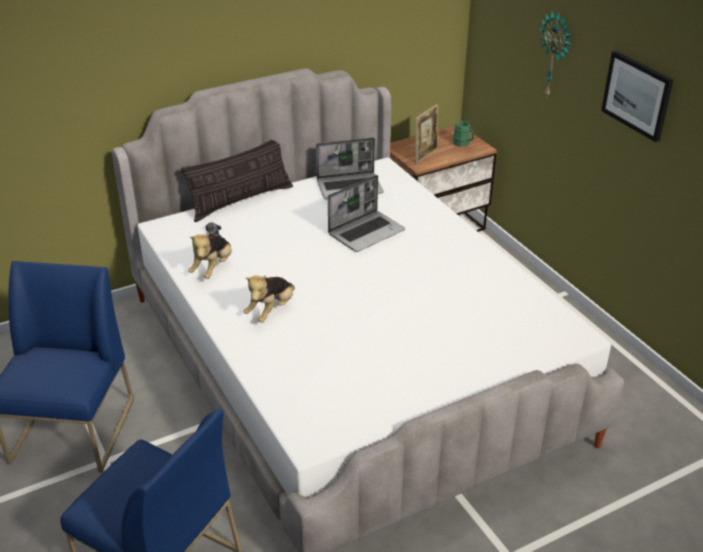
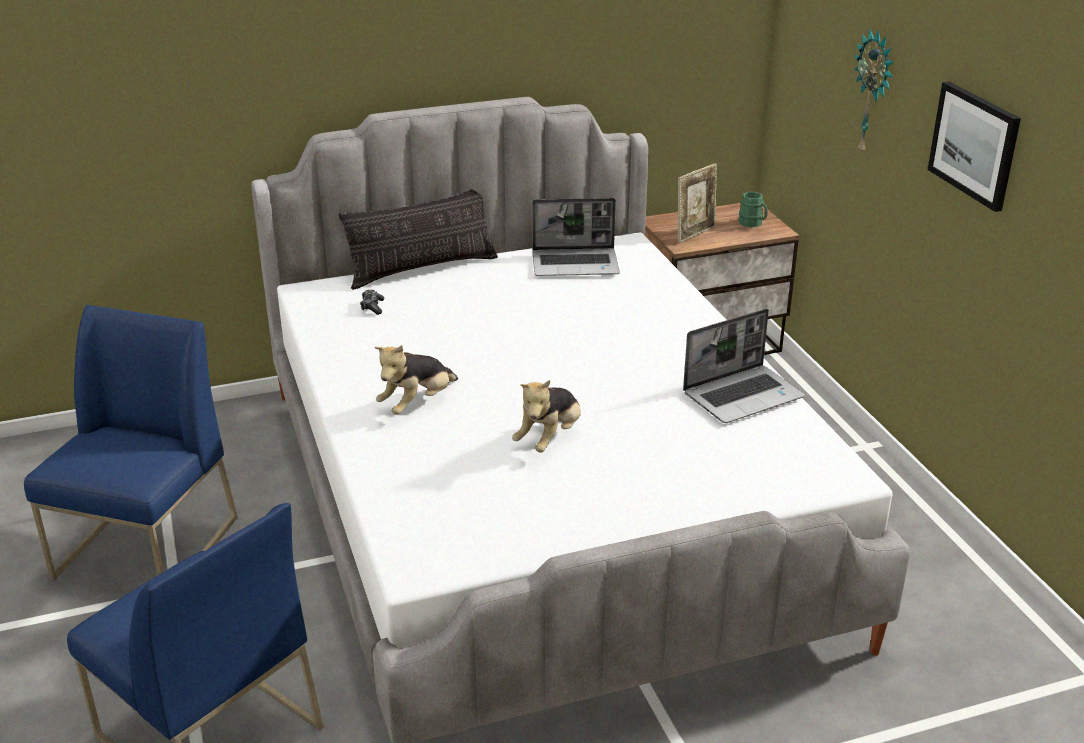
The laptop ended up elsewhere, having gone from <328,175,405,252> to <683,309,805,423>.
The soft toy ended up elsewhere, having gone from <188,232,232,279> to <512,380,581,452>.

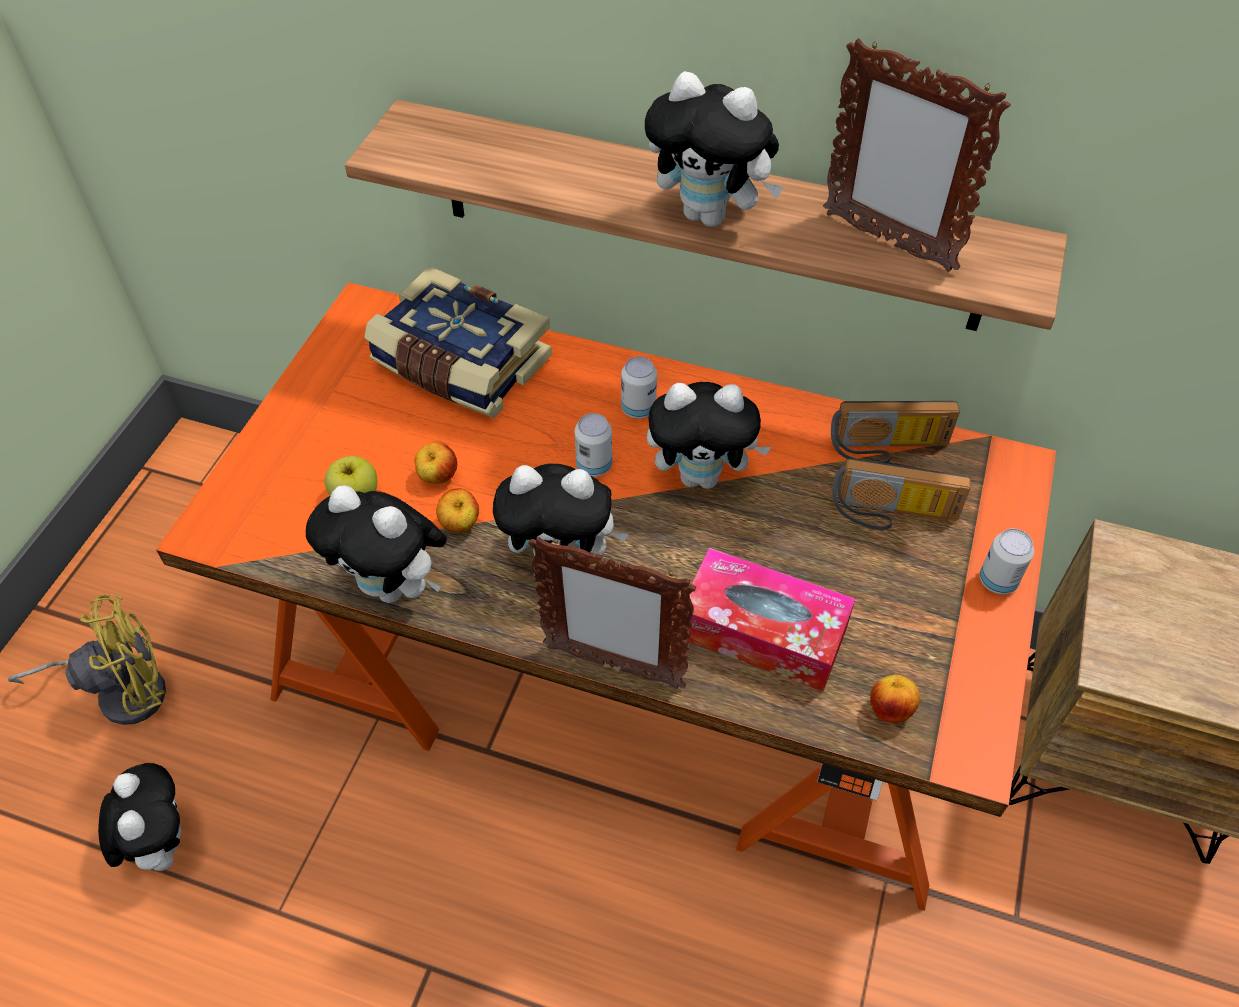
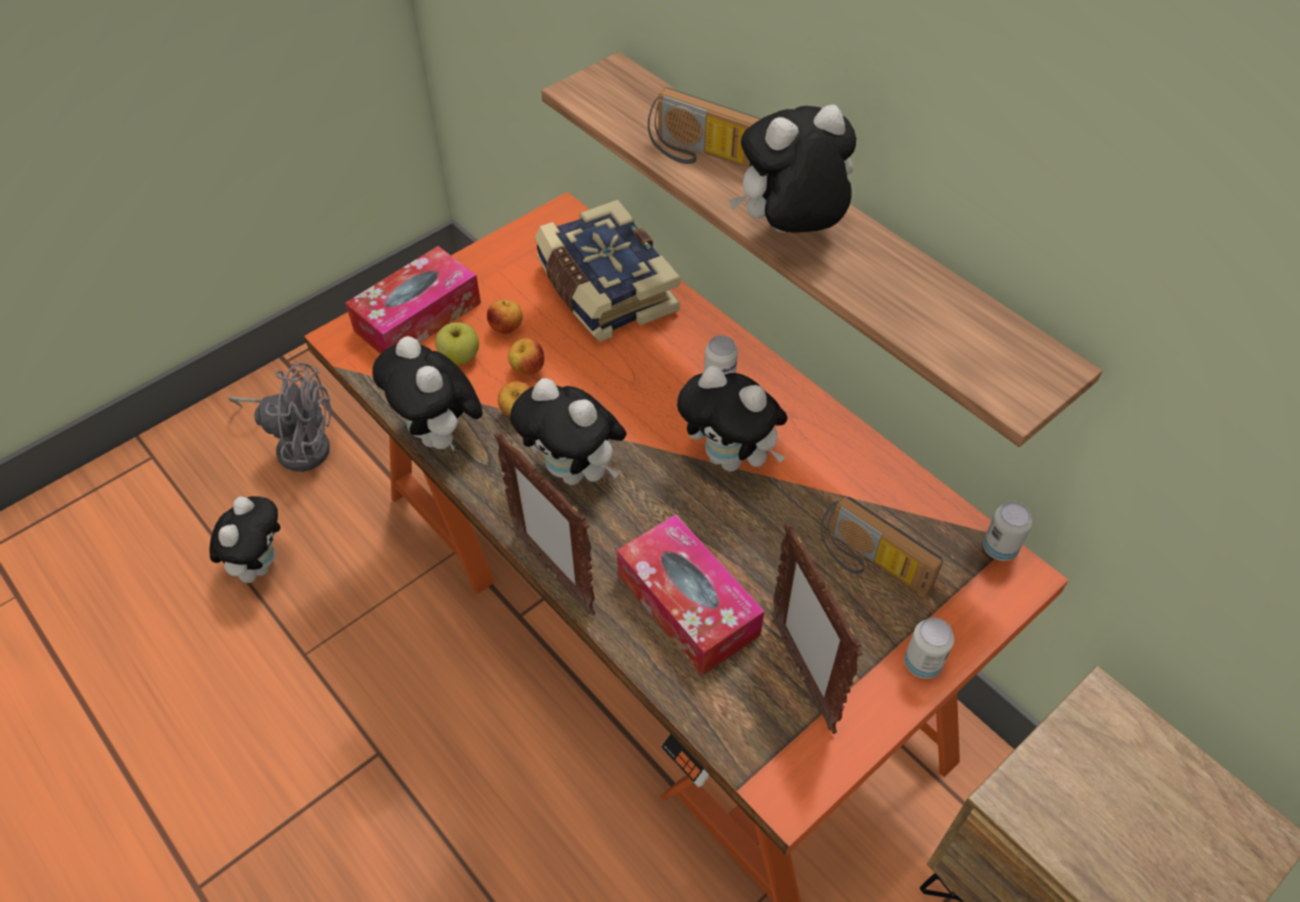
The standing frame ended up elsewhere, having gone from <823,38,1011,272> to <771,523,863,734>.
The soft toy at <645,71,784,227> ended up facing another way, 105 degrees clockwise from before.
The radio ended up elsewhere, having gone from <831,401,960,463> to <648,87,761,169>.
The can ended up elsewhere, having gone from <575,413,612,477> to <983,501,1032,561>.
What was the yellow electric fan at <8,594,166,725> turned into the greyish electric fan at <228,363,332,472>.
The apple fruit ended up elsewhere, having gone from <870,674,920,723> to <487,300,522,334>.
The second view gained the tissue box at <345,246,481,354>.

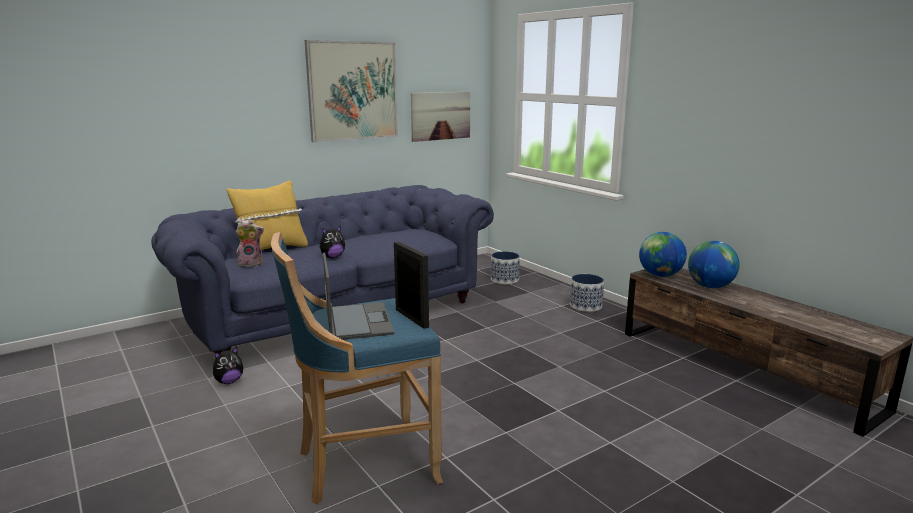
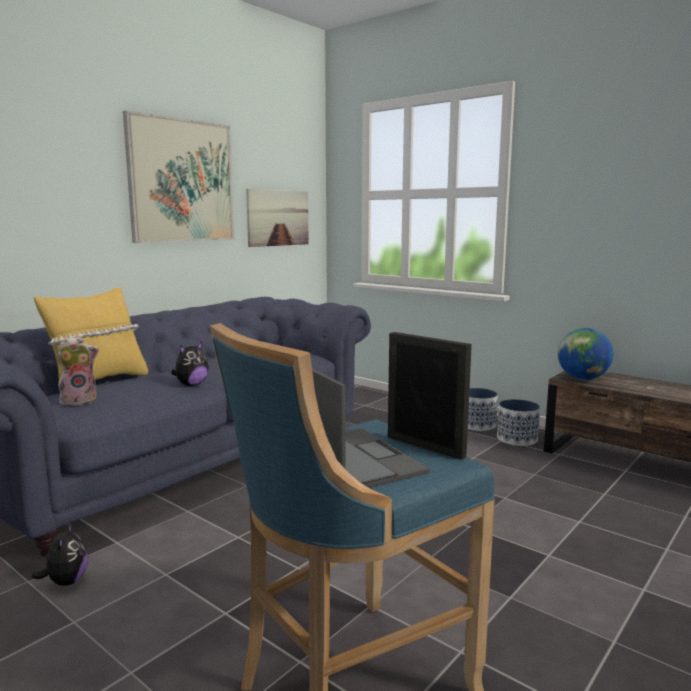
The second view lost the world globe at <688,241,740,288>.
The planter ended up elsewhere, having gone from <491,251,520,284> to <497,399,540,446>.
The soft toy at <213,347,243,384> ended up facing another way, 45 degrees counterclockwise from before.

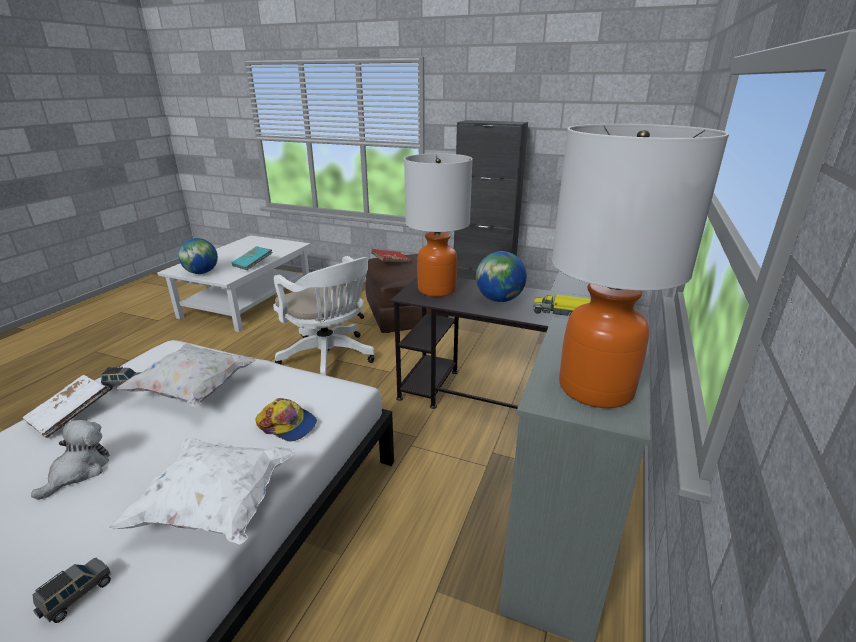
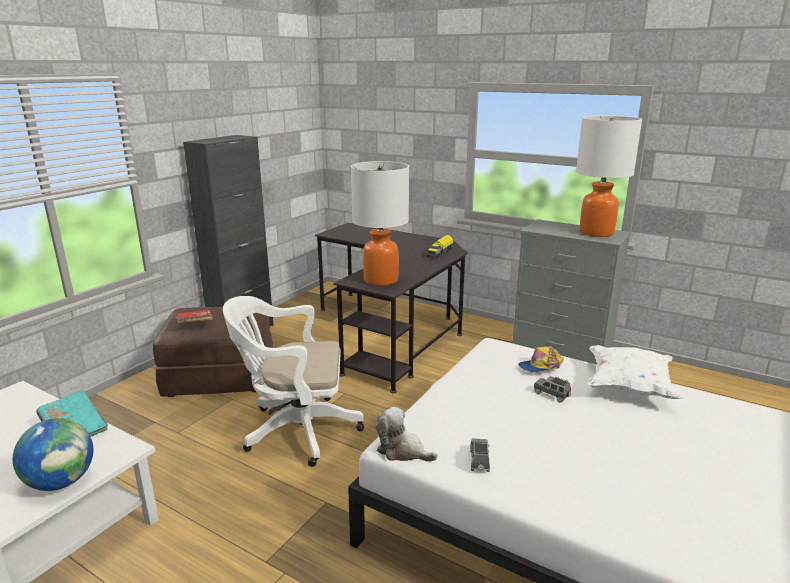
The second view lost the world globe at <476,251,527,302>.
The whitish desk chair at <273,256,375,375> ended up facing another way, 150 degrees counterclockwise from before.
The second view lost the whitish pillow at <116,343,256,407>.
The second view lost the whitish book at <23,375,109,438>.
The cap at <255,398,317,442> ended up facing another way, 150 degrees counterclockwise from before.
The soft toy ended up elsewhere, having gone from <31,420,109,500> to <375,407,438,462>.
The greyish model car ended up elsewhere, having gone from <33,558,111,623> to <534,376,571,402>.

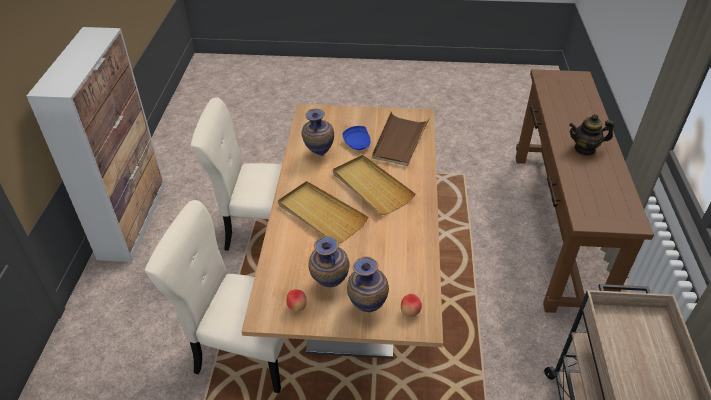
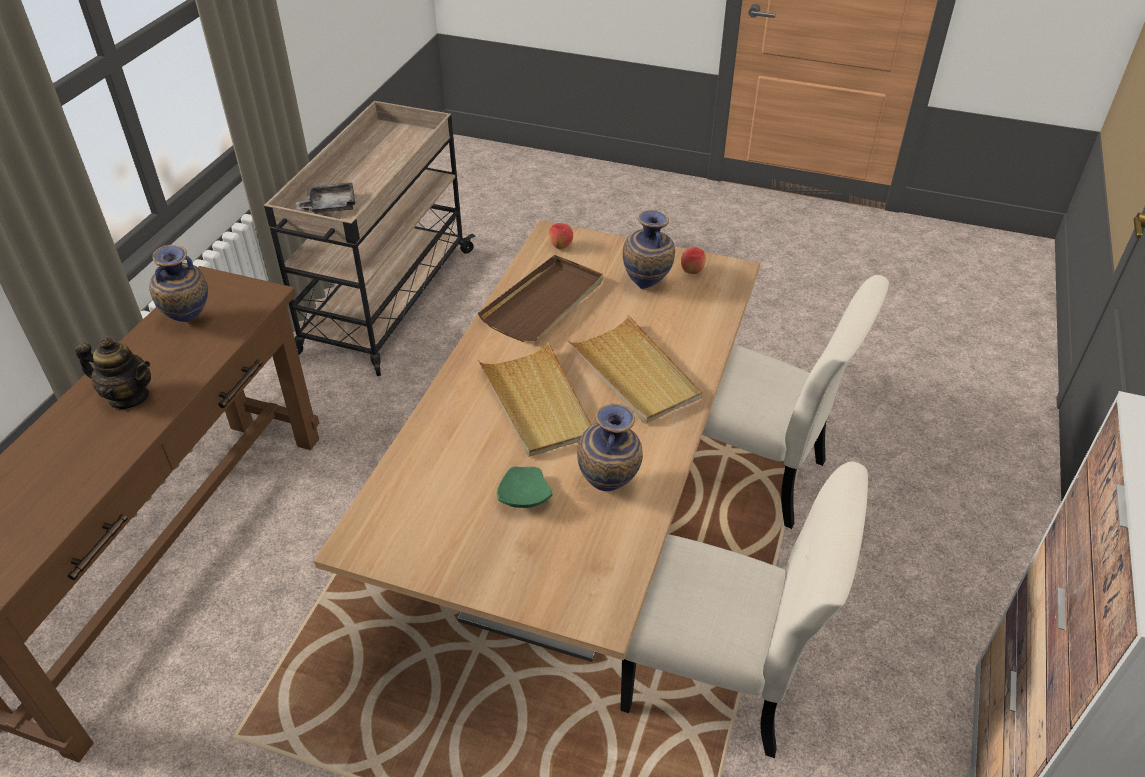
The brown carrying tray ended up elsewhere, having gone from <372,112,429,166> to <478,255,603,343>.
What was the blue-coloured plate at <342,126,371,150> turned into the green plate at <497,466,553,508>.
The decorative vase ended up elsewhere, having gone from <347,256,389,312> to <149,245,208,322>.
The second view gained the greyish carrying tray at <296,182,355,214>.

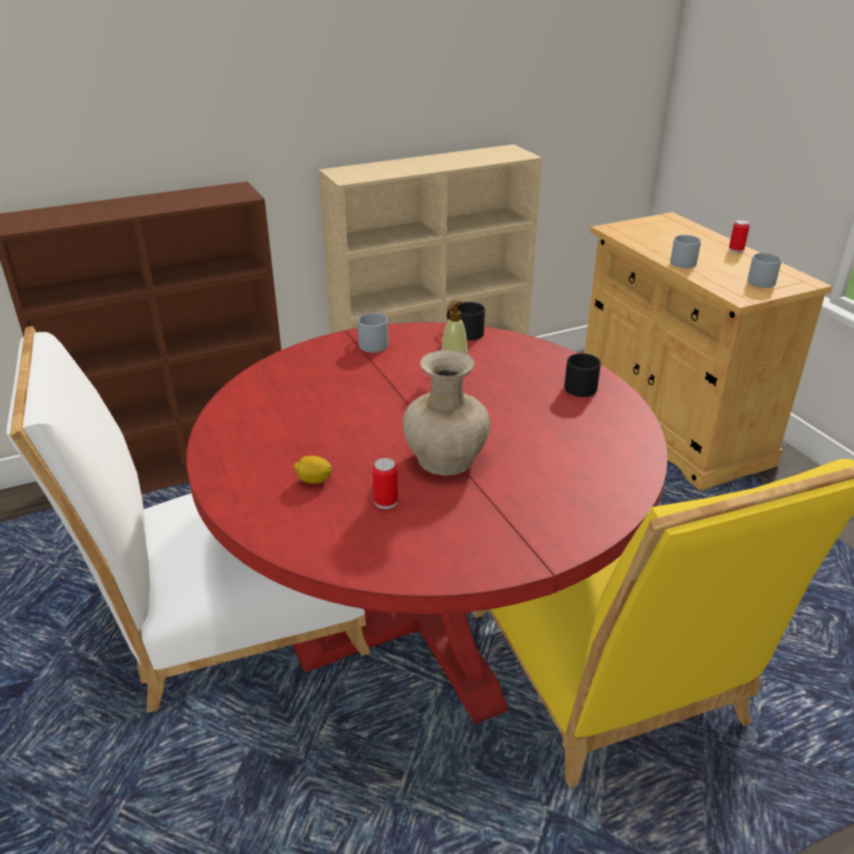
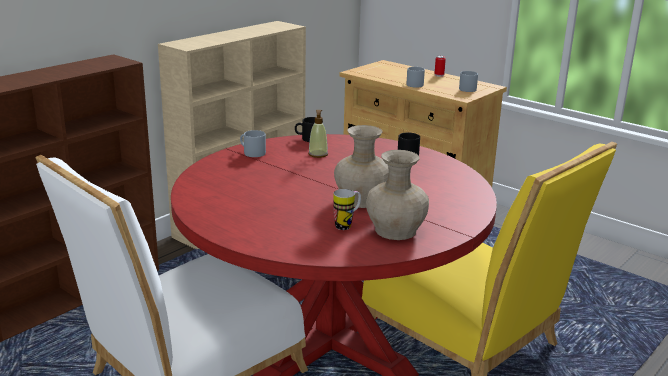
The second view lost the lemon at <294,456,332,483>.
Where the can stood at <372,458,398,509>, the tea mug came to stand at <333,189,361,230>.
The second view gained the beige decorative vase at <366,150,429,240>.

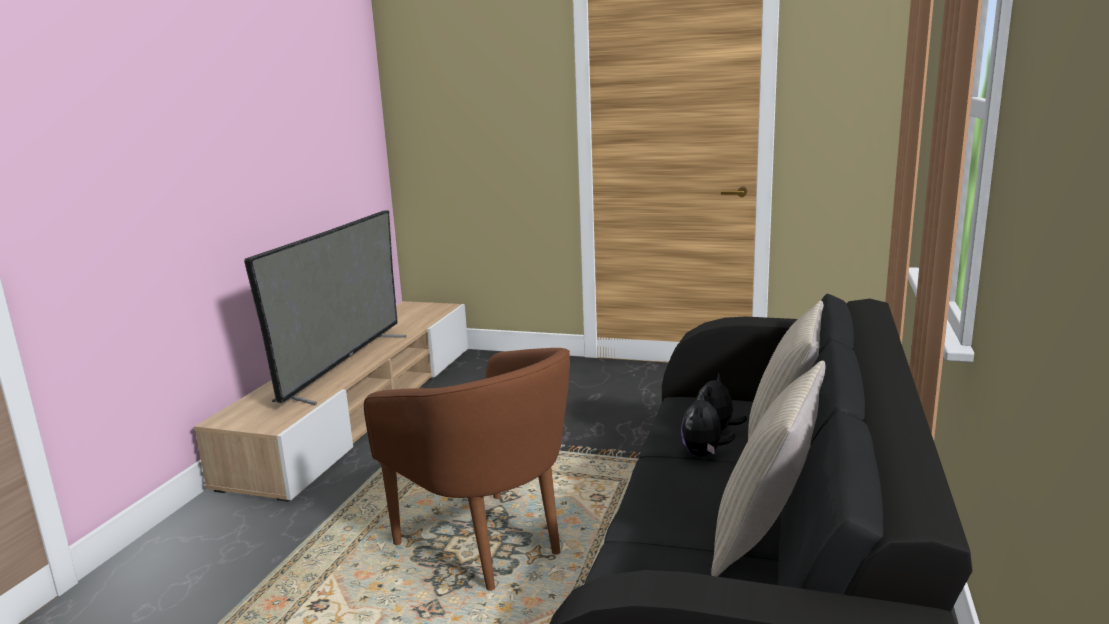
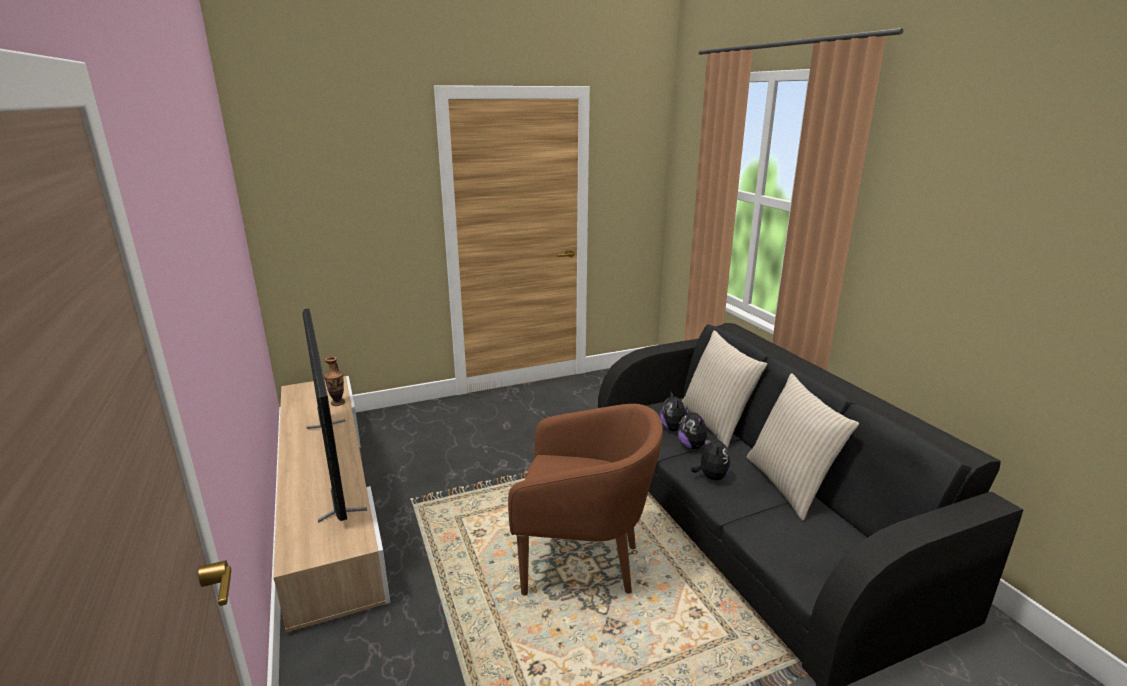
The second view gained the decorative vase at <324,357,345,406>.
The second view gained the soft toy at <691,433,730,480>.

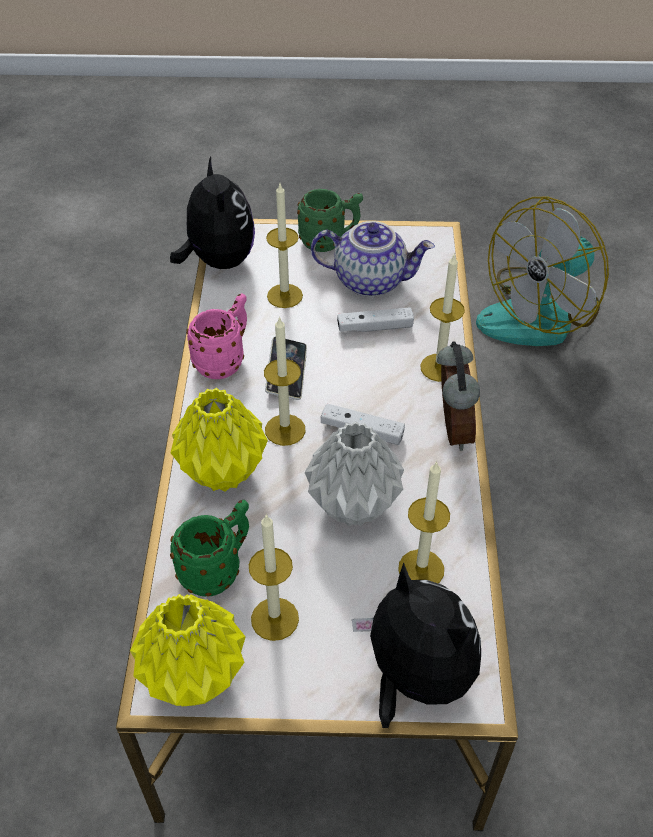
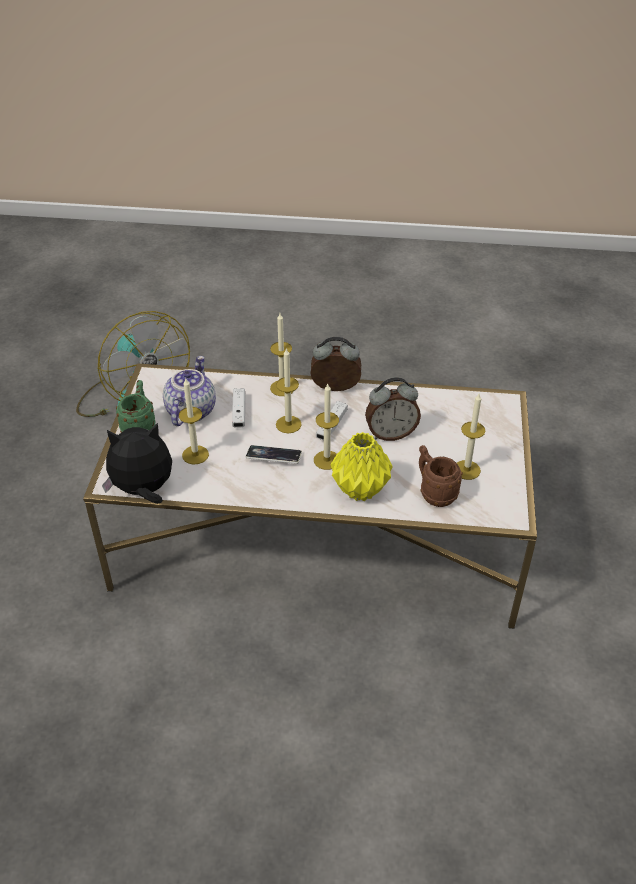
The second view lost the pinkish tea mug at <186,293,247,379>.
Where the greyish decorative vase stood at <305,421,404,526>, the bedside clock came to stand at <365,377,421,441>.
The wax candle ended up elsewhere, having gone from <398,461,450,584> to <276,348,302,433>.
What was the green tea mug at <170,500,249,596> turned into the brown tea mug at <419,445,463,507>.
The second view lost the soft toy at <352,562,481,728>.
The second view lost the yellow decorative vase at <130,594,245,706>.

